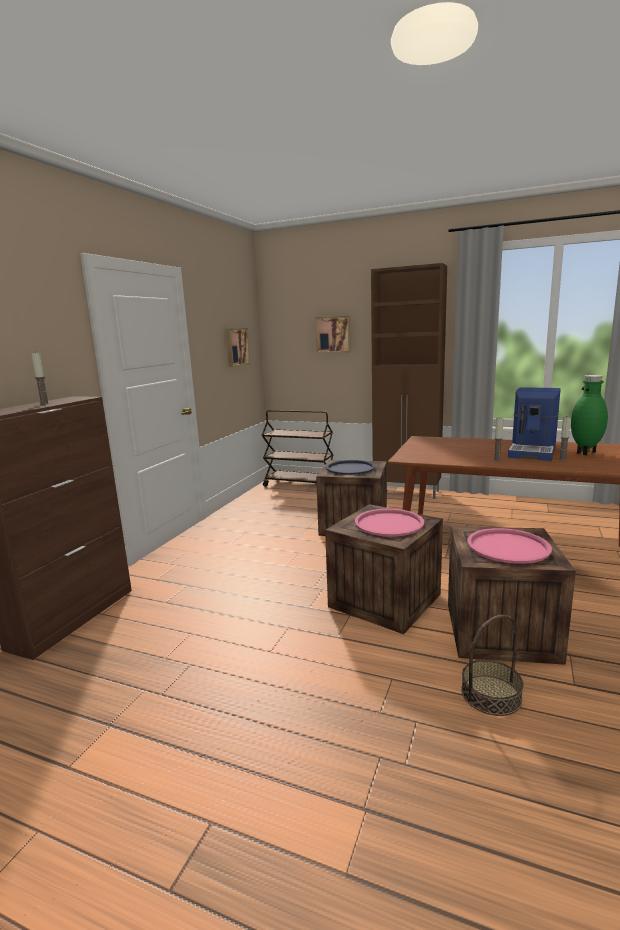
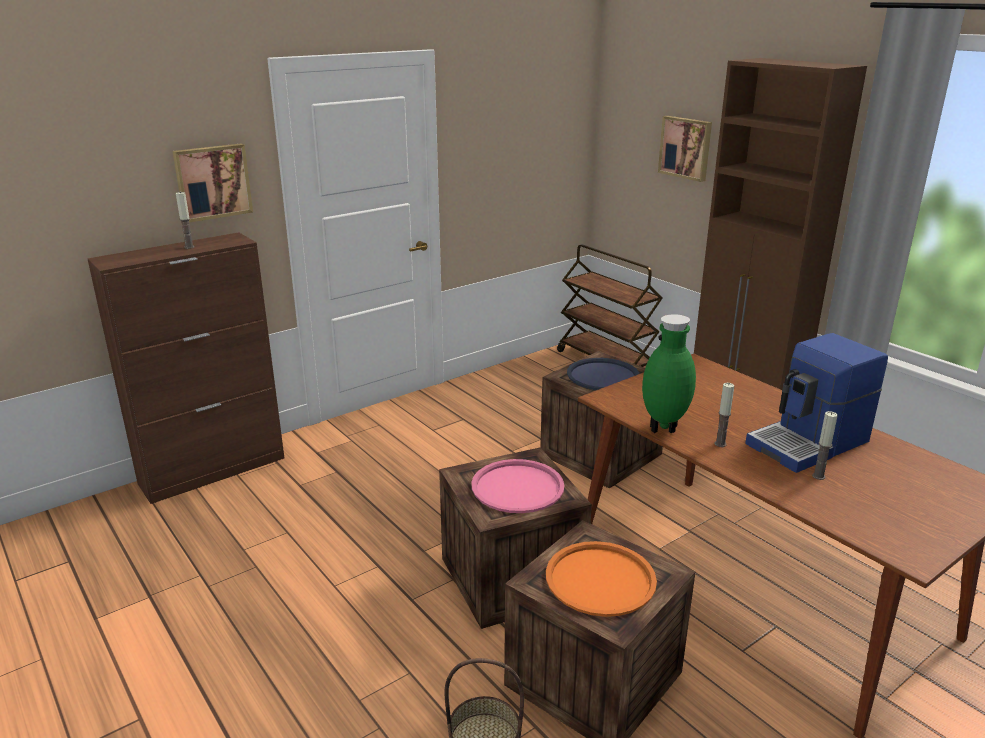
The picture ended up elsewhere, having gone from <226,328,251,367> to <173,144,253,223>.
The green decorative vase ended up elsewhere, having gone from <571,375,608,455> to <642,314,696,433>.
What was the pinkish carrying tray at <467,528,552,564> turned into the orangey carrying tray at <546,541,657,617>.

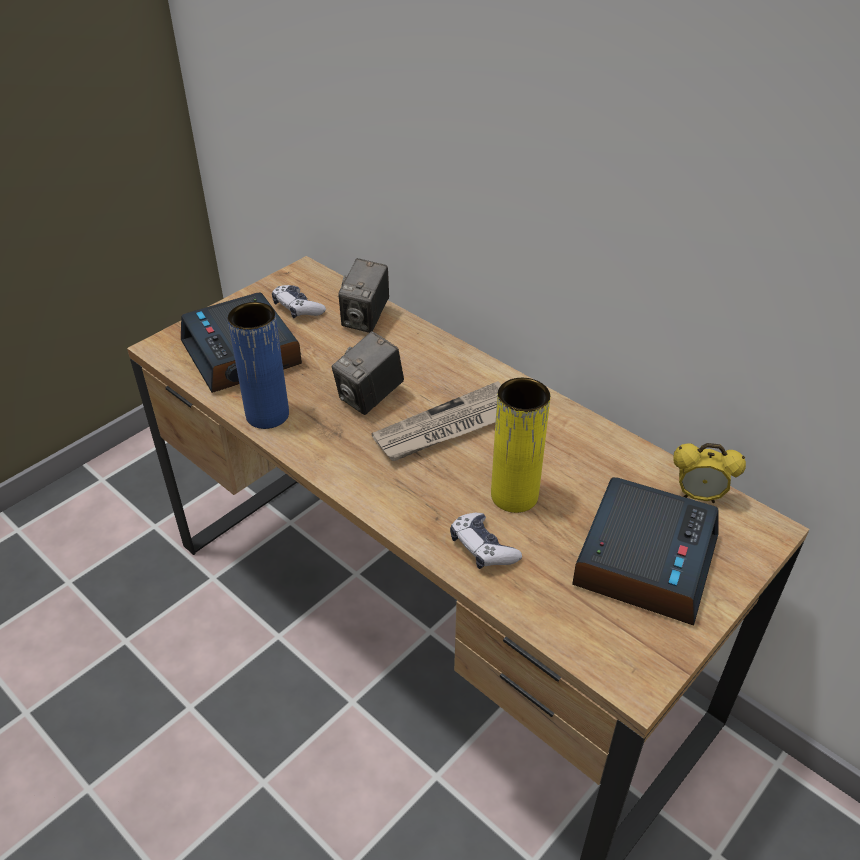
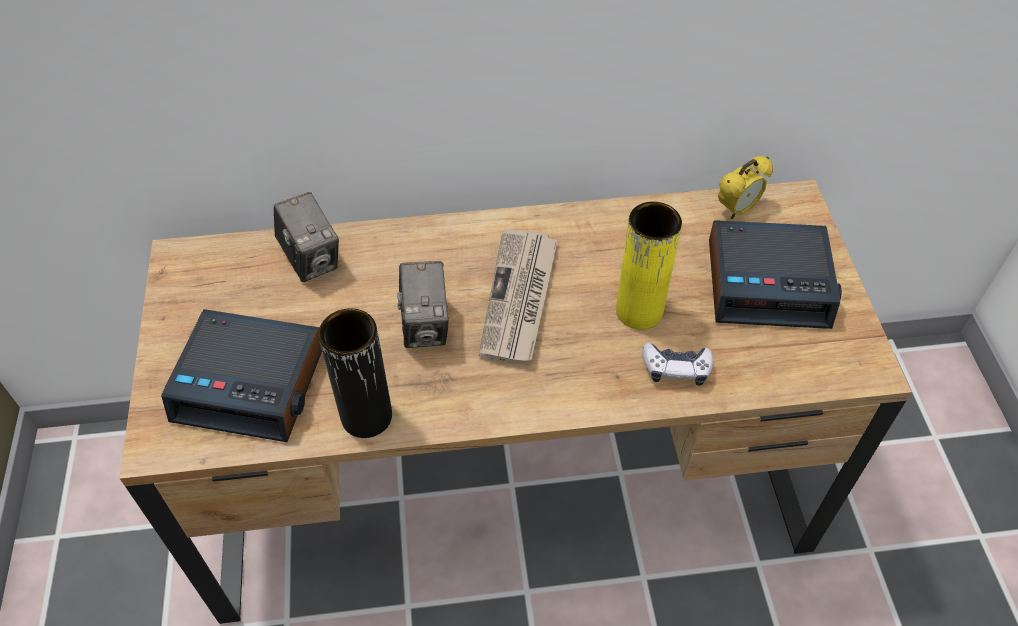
The second view lost the game controller at <272,285,326,318>.
What was the blue-coloured decorative vase at <227,302,289,429> turned into the black decorative vase at <318,308,392,438>.
The bedside clock at <572,477,718,626> ended up facing another way, 120 degrees clockwise from before.

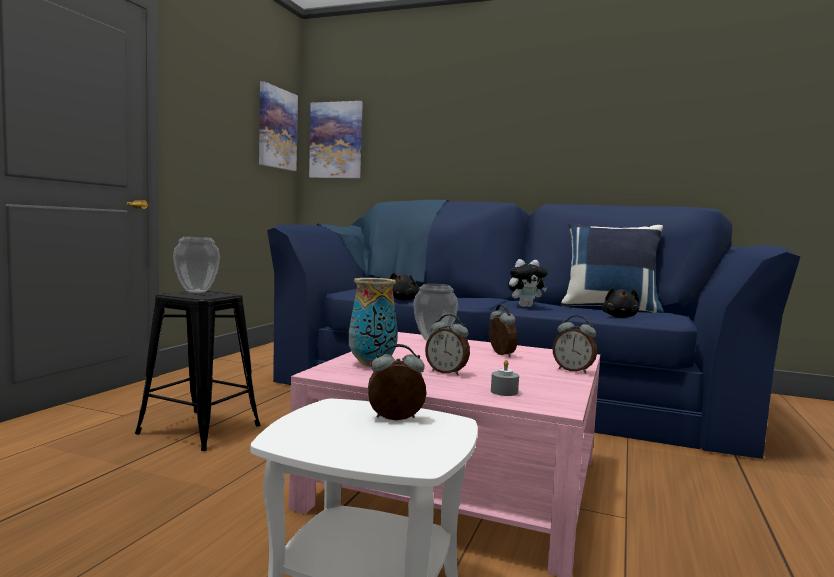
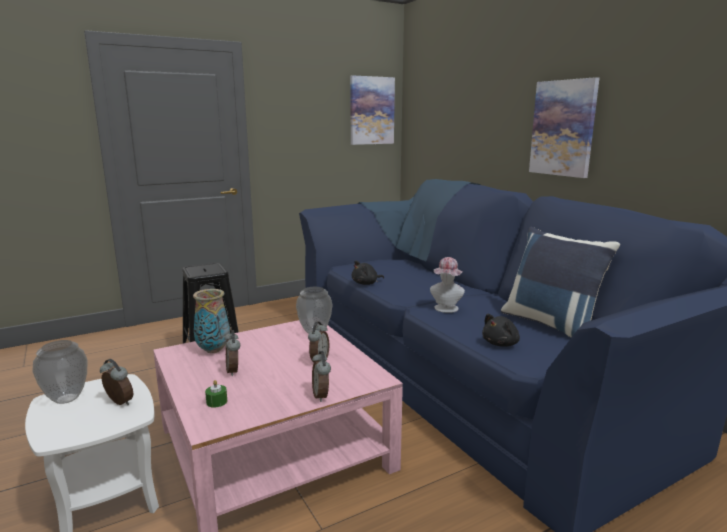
The picture ended up elsewhere, having gone from <309,101,363,178> to <529,77,599,178>.
The decorative vase ended up elsewhere, having gone from <173,237,220,293> to <33,340,88,404>.
Where the soft toy stood at <508,259,548,307>, the hat came to stand at <430,257,465,313>.
What was the greyish wax candle at <491,360,519,396> turned into the green wax candle at <205,380,227,408>.

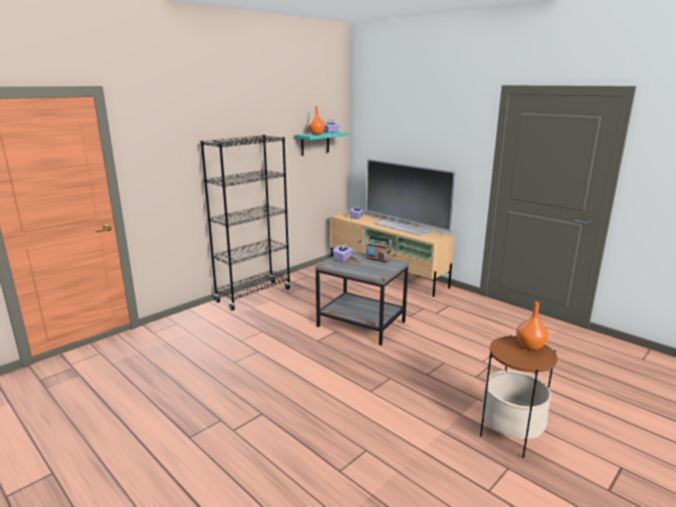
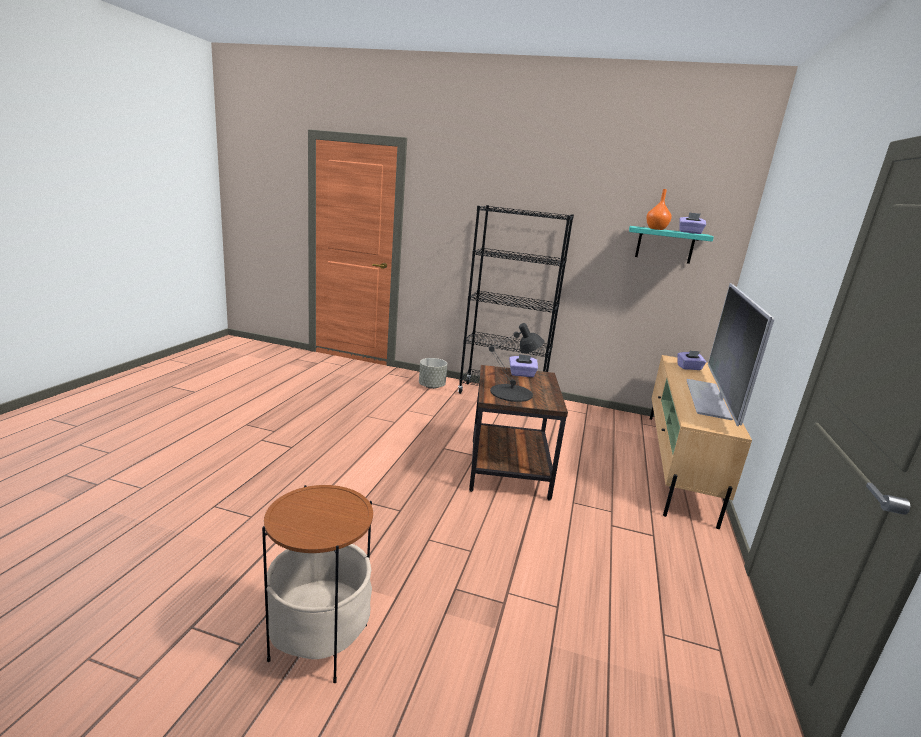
The second view lost the radio at <366,236,392,263>.
What was the greyish end table at <315,251,409,346> turned into the brown end table at <469,365,568,501>.
The second view lost the orangey decorative vase at <516,302,549,350>.
The second view gained the black lamp for a table at <489,323,545,402>.
The second view gained the greyish planter at <419,358,447,389>.

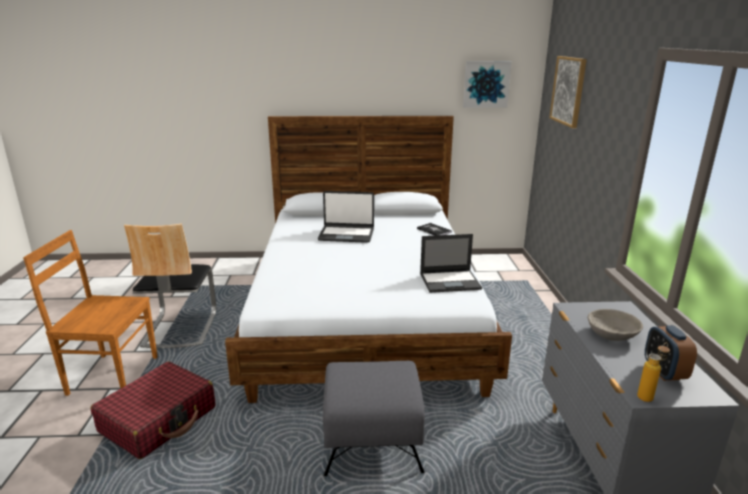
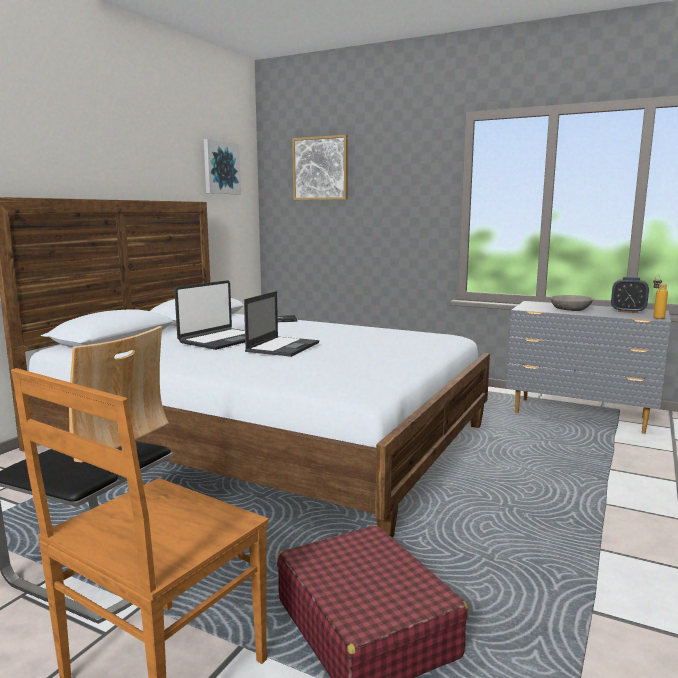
The laptop ended up elsewhere, having gone from <420,234,482,293> to <244,291,319,357>.
The second view lost the greyish footrest at <323,361,425,476>.

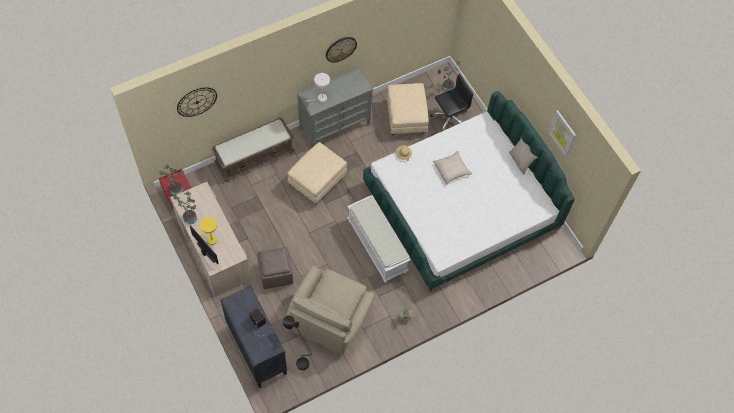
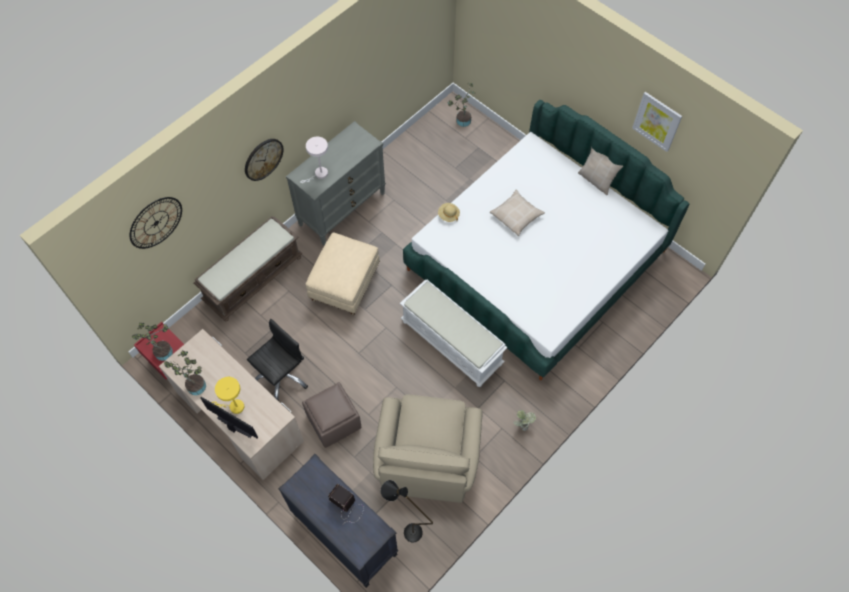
The clock on the wall ended up elsewhere, having gone from <326,37,357,63> to <245,139,284,181>.
The black desk chair ended up elsewhere, having gone from <430,74,474,132> to <247,319,308,401>.
The second view lost the beige footrest at <386,83,429,137>.

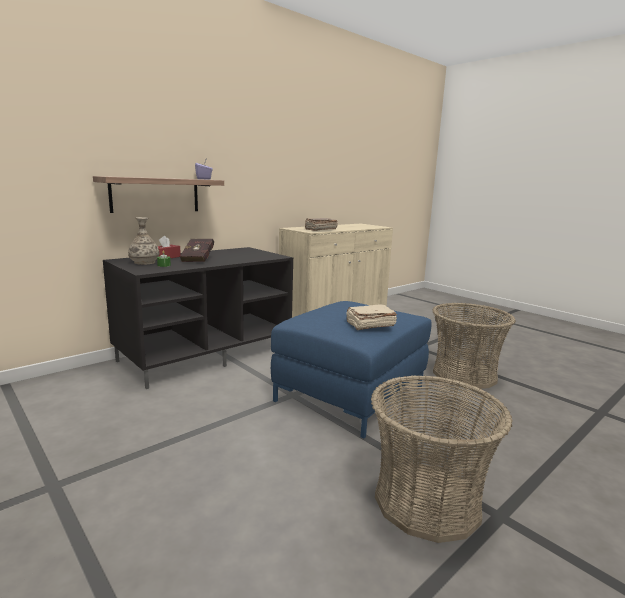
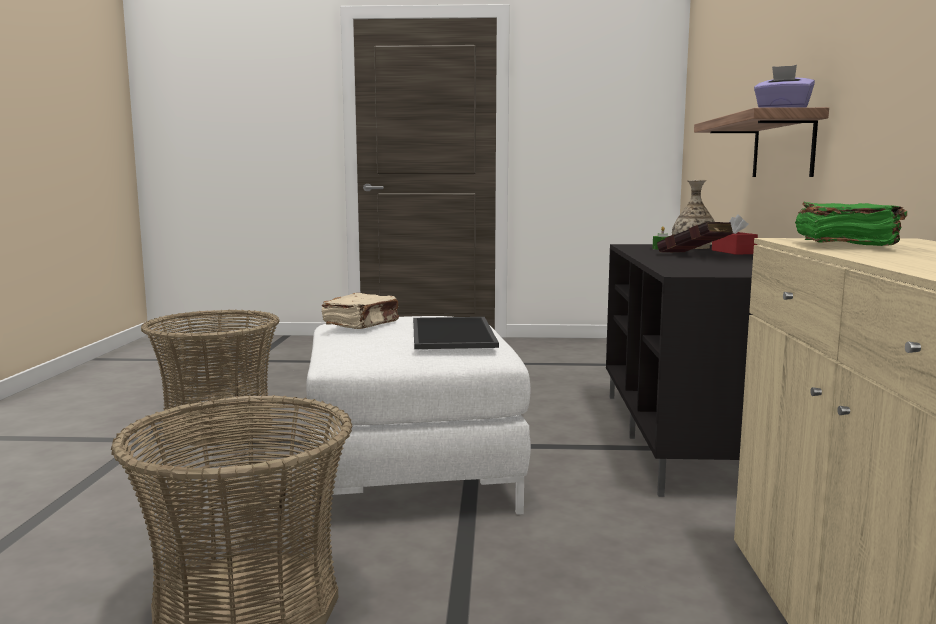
What was the brown book at <305,218,338,231> turned into the green book at <795,202,907,246>.
What was the blue-coloured footrest at <271,301,432,439> turned into the whitish footrest at <306,316,531,515>.
The second view gained the carrying tray at <413,317,499,349>.

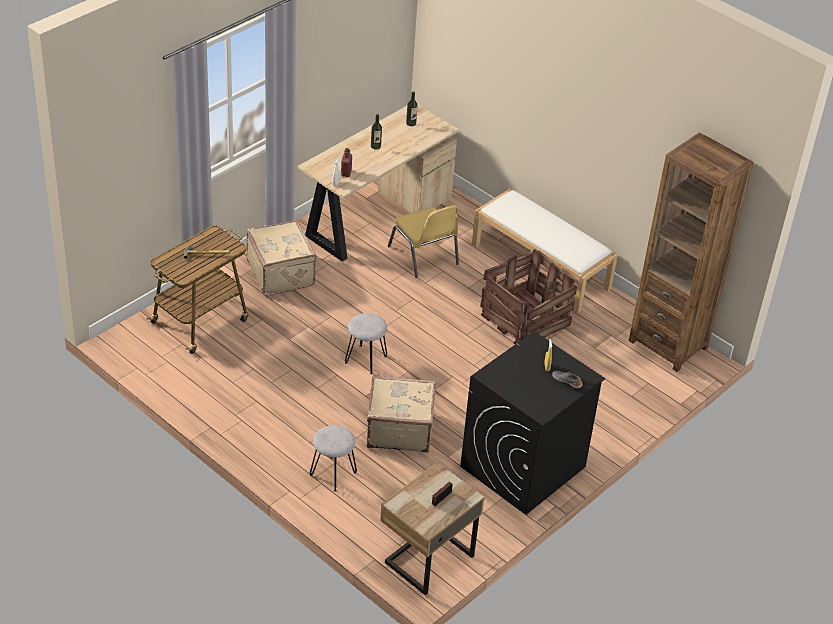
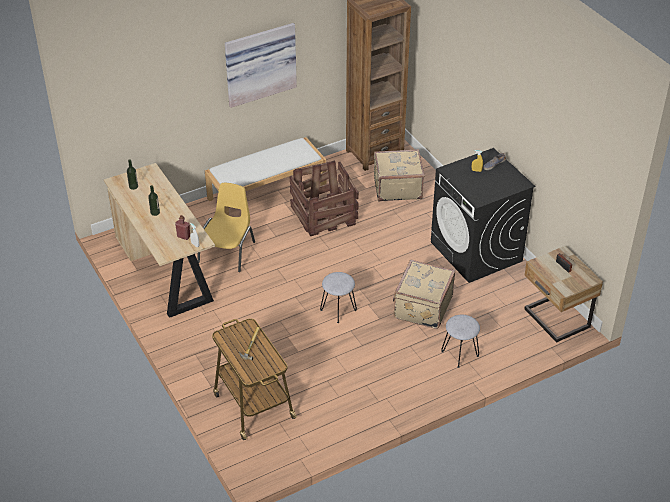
The yellow chair at <388,205,459,278> ended up facing another way, 60 degrees counterclockwise from before.
The beige suitcase ended up elsewhere, having gone from <246,220,316,296> to <374,149,425,202>.
The second view gained the picture at <225,23,297,108>.

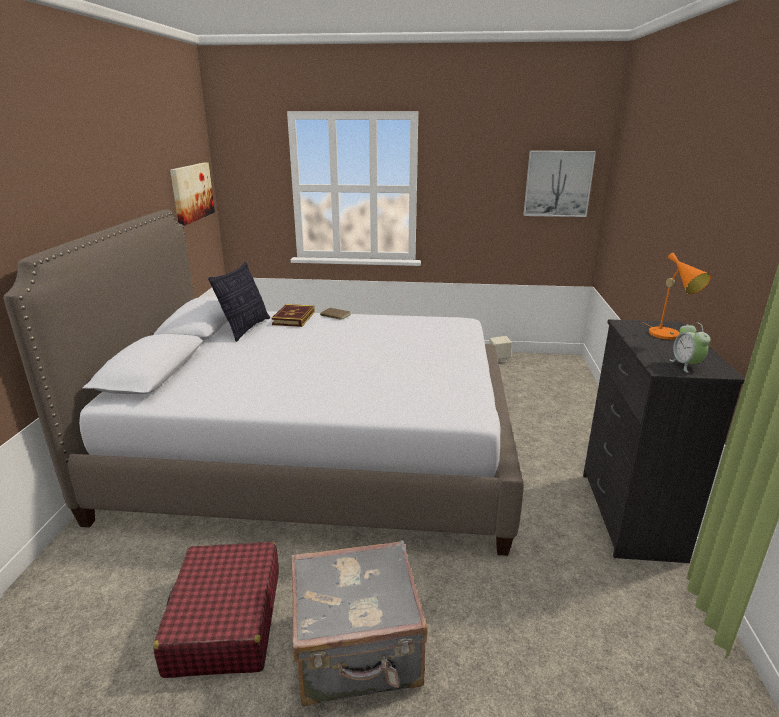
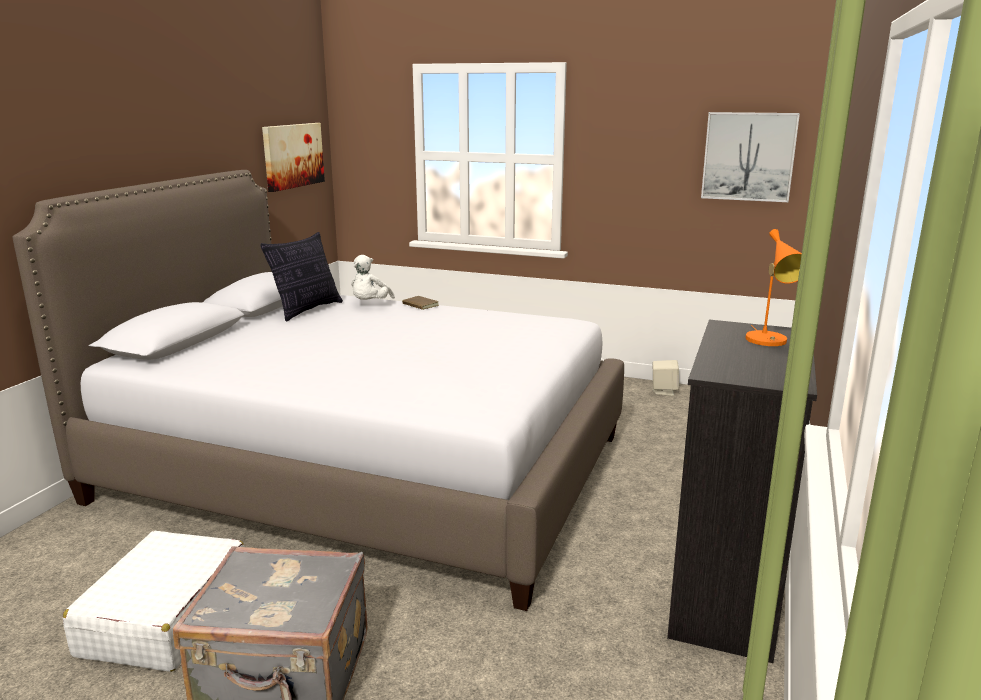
Where the book stood at <271,304,315,327>, the whitish soft toy came to stand at <351,255,395,300>.
The second view lost the bedside clock at <670,322,710,373>.
What was the red-coloured suitcase at <153,542,279,678> turned into the whitish suitcase at <63,531,244,672>.

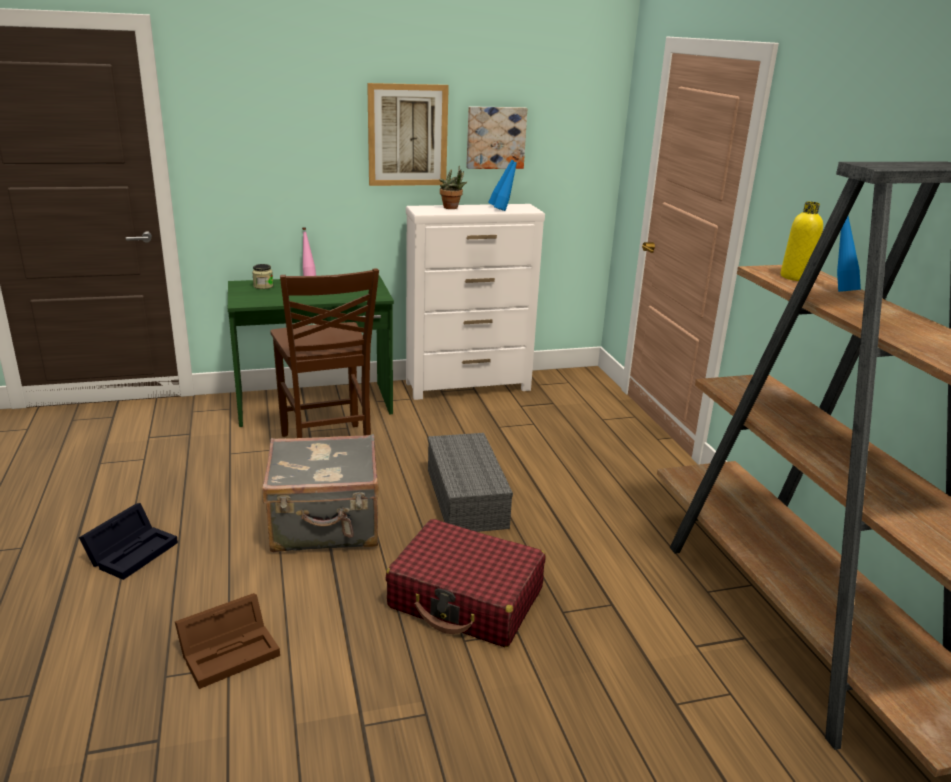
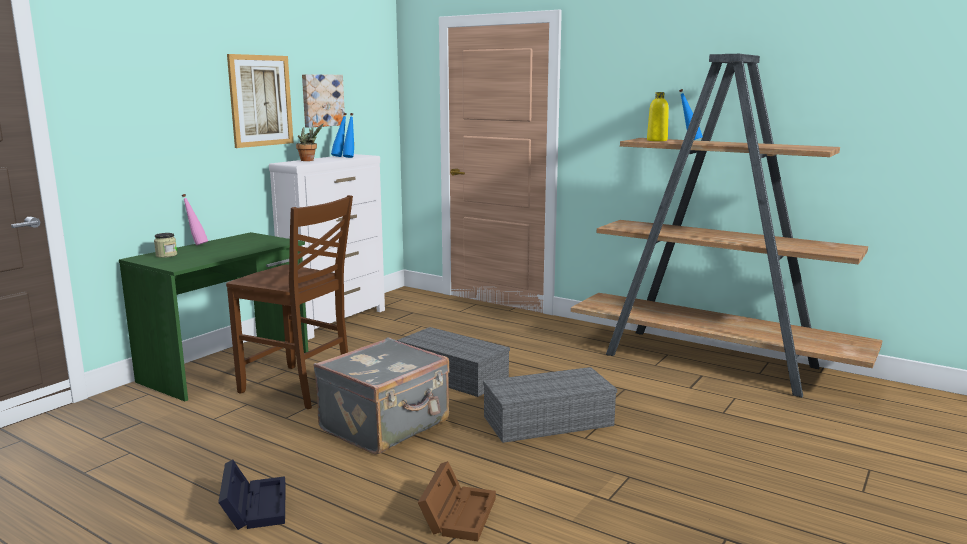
Where the red-coloured suitcase stood at <385,519,546,647>, the greyish storage bin came to stand at <483,367,617,443>.

